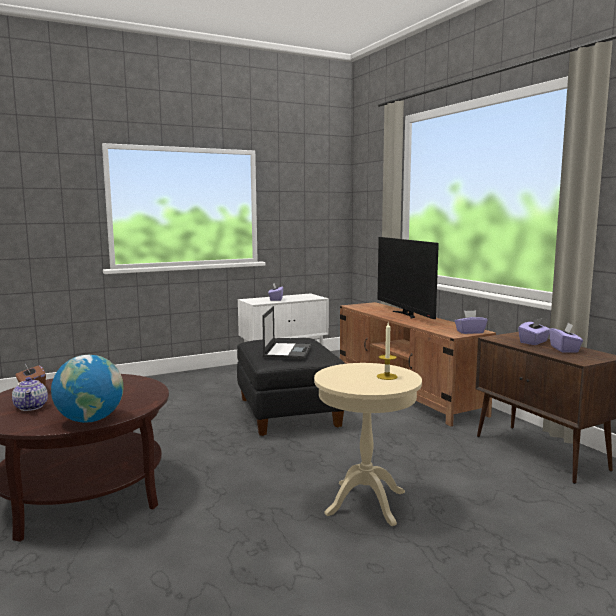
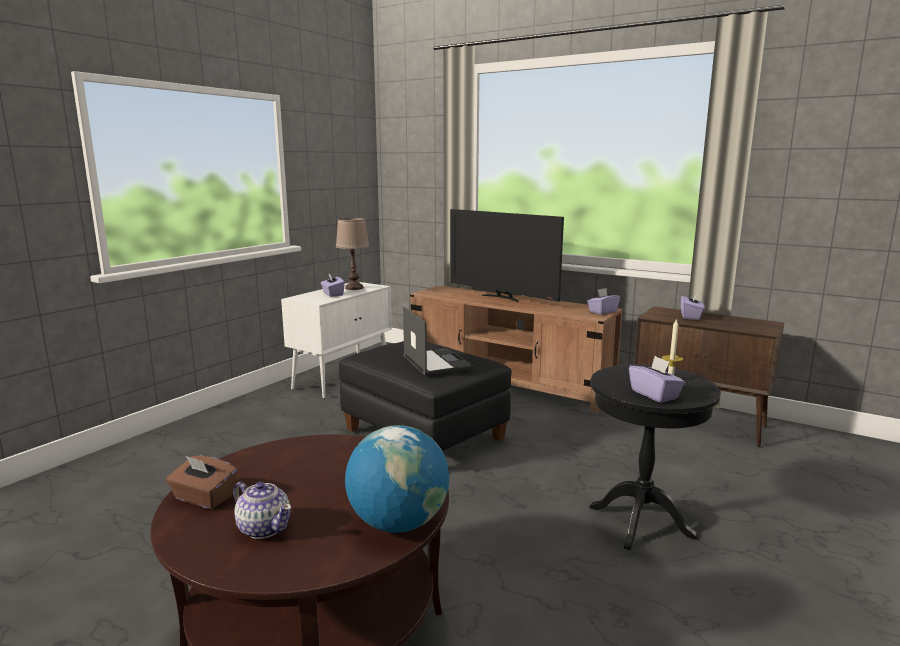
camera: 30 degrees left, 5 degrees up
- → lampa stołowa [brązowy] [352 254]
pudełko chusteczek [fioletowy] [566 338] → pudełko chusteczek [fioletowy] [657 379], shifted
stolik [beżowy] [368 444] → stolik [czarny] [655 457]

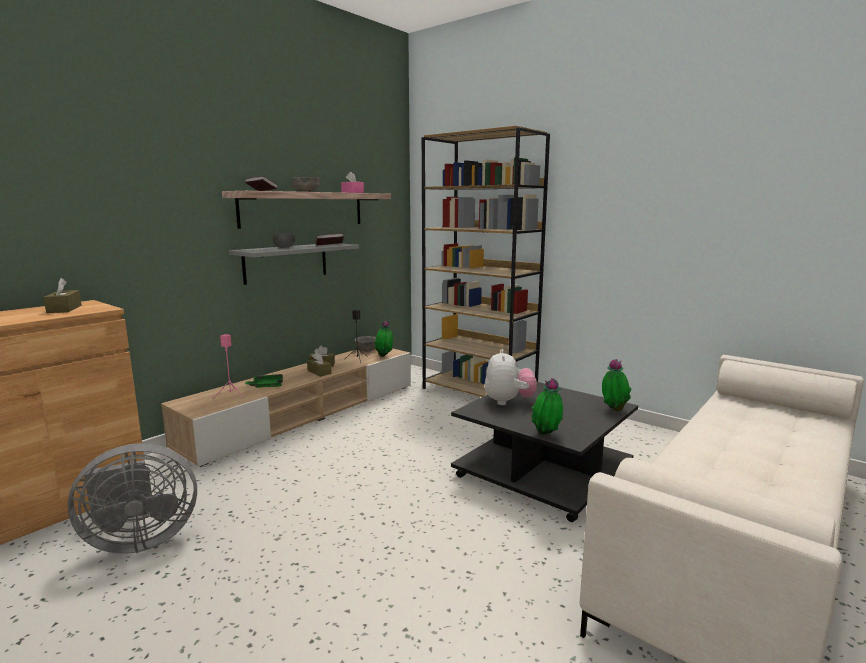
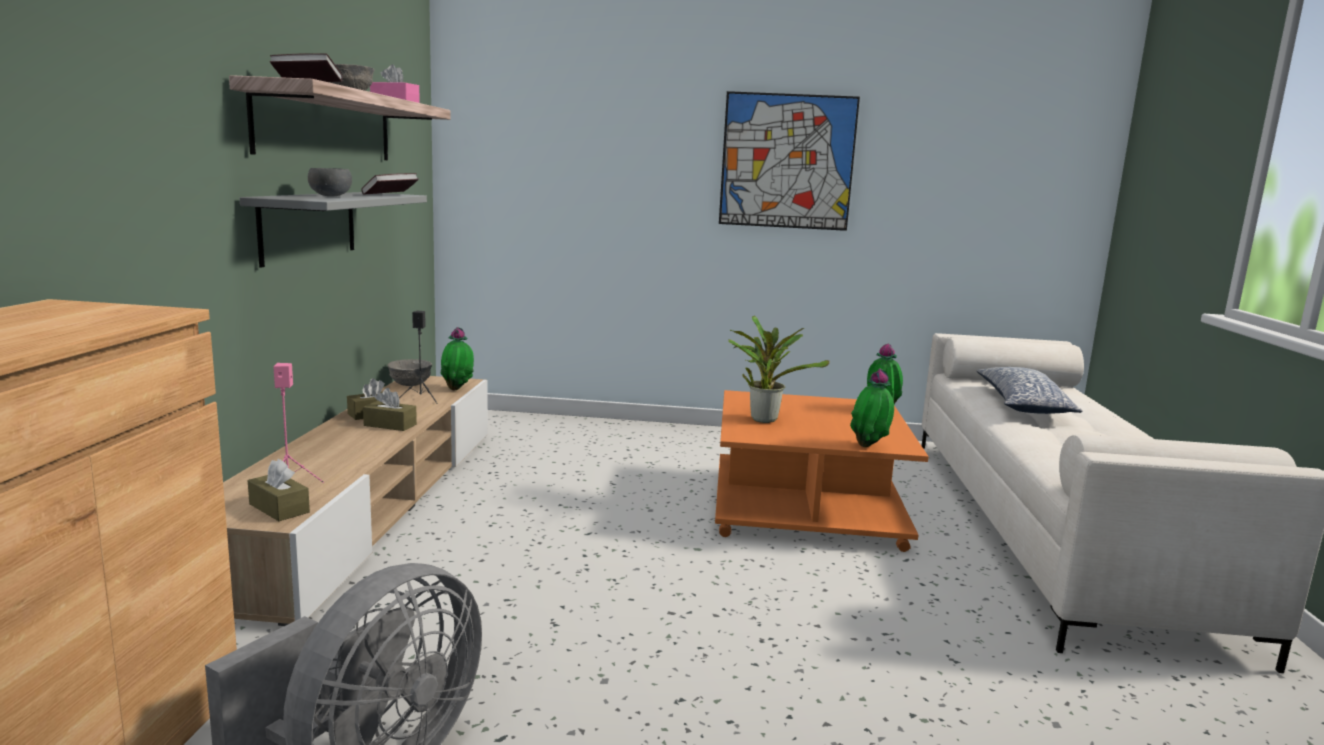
camera: 35 degrees left, 0 degrees up
taca [zielony] [264 381] → -
regał [brązowy] [486 261] → -
- → obraz [789 161]
- → poduszka [1029 390]
pudełko chusteczek [brązowy] [62 295] → pudełko chusteczek [brązowy] [279 490], shifted
pluszak [511 377] → roślina doniczkowa [779 369]
ława [czarny] [544 452] → ława [pomarańczowy] [822 471]

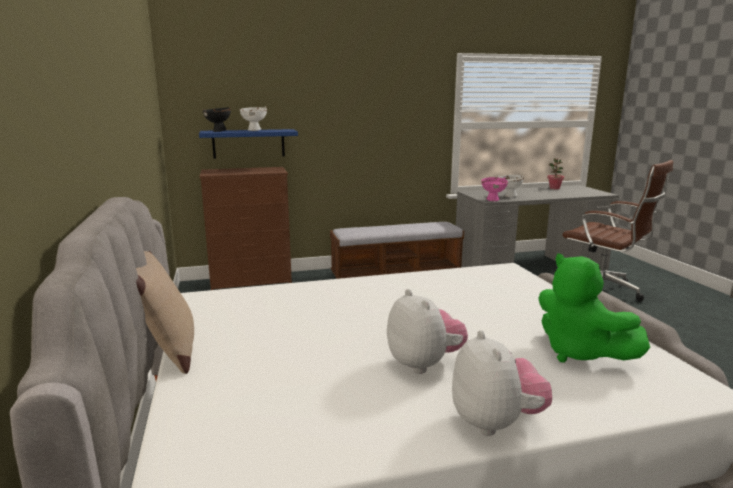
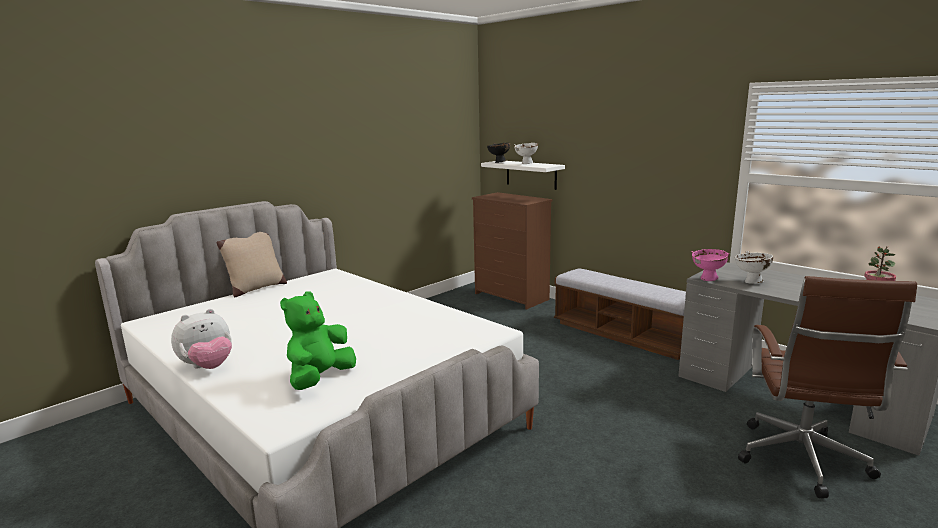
camera: 60 degrees right, 0 degrees up
pluszak [427 331] → -
półka [niebieski] [248 144] → półka [biały] [523 175]

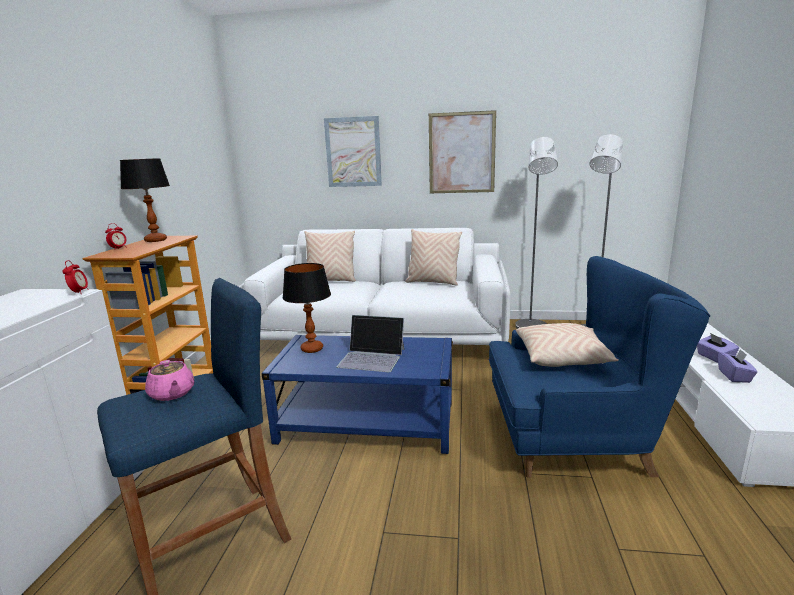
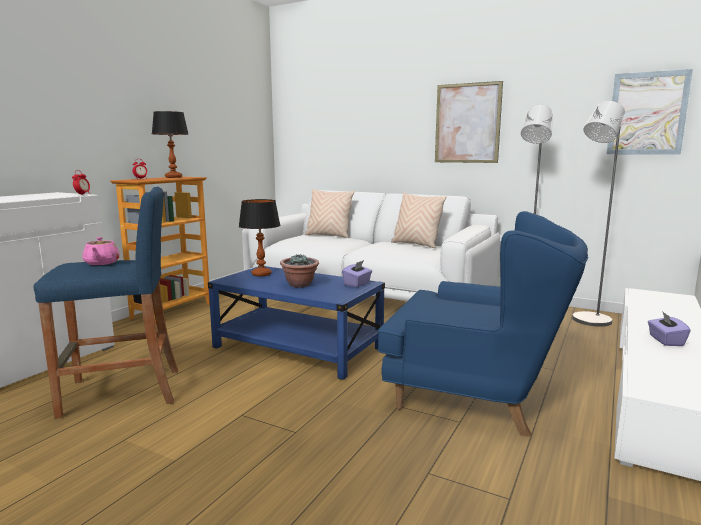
camera: 20 degrees right, 5 degrees down
poduszka [beżowy] [567 345] → -
obraz [353 151] → obraz [649 112], shifted
pudełko chusteczek [fioletowy] [738 366] → pudełko chusteczek [fioletowy] [357 273], shifted
laptop [370 343] → roślina doniczkowa [299 271]

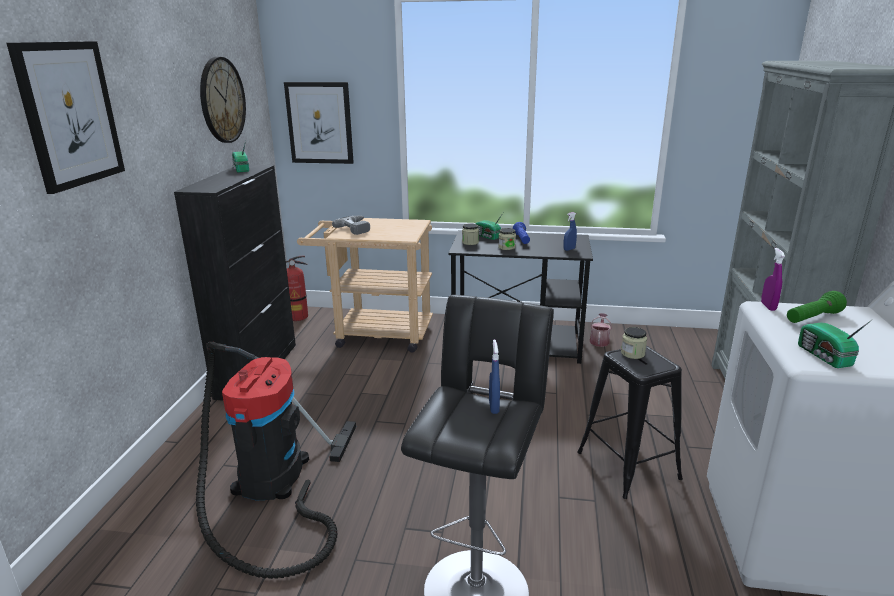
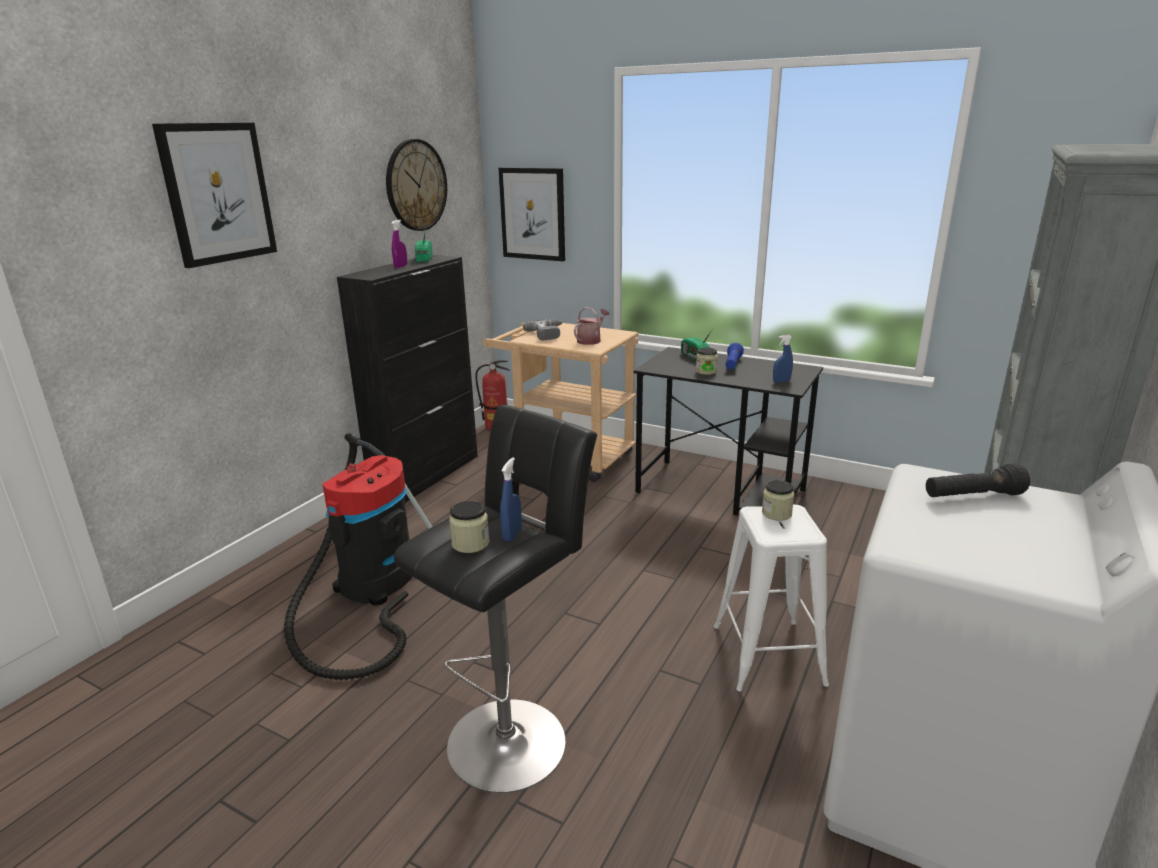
camera: 20 degrees right, 0 degrees up
radio [835 343] → -
słoik [470 234] → słoik [469 527], shifted
konewka [601 330] → konewka [591 326], shifted
spryskiwacz [fioletowy] [773 279] → spryskiwacz [fioletowy] [399 244], shifted
stołek [czarny] [630 422] → stołek [biały] [771 597]
latarka [zielony] [817 307] → latarka [czarny] [978 480]

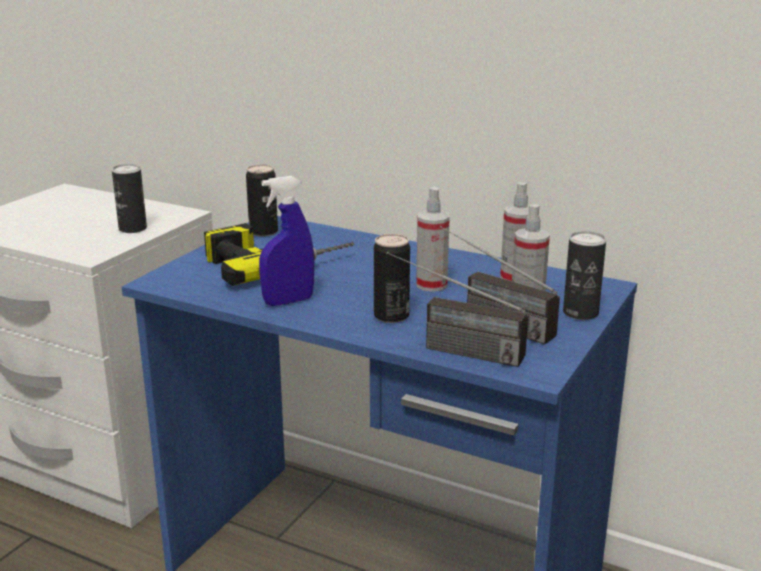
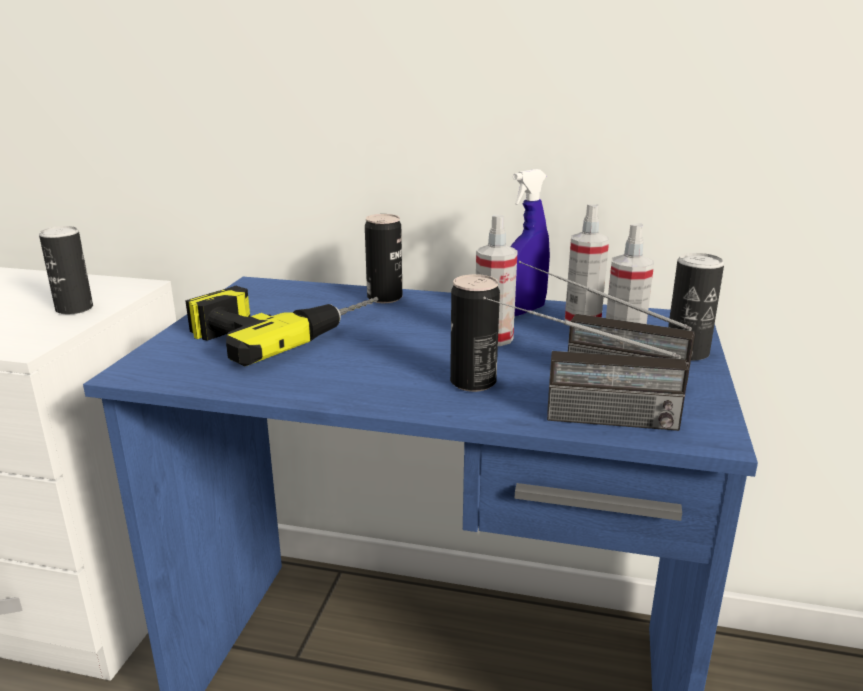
camera: 15 degrees left, 0 degrees up
puszka [262 201] → puszka [383 258], shifted
spryskiwacz [niebieski] [286 241] → spryskiwacz [niebieski] [530 242], shifted

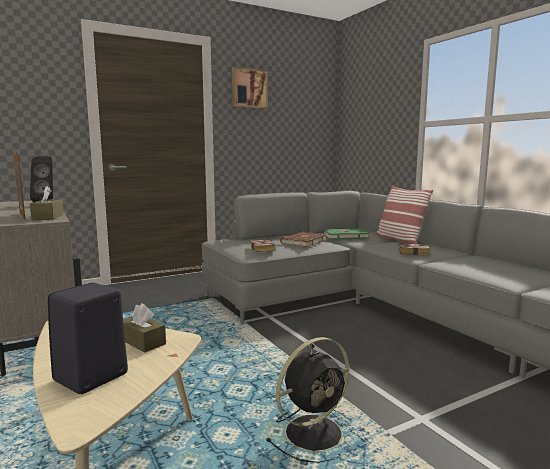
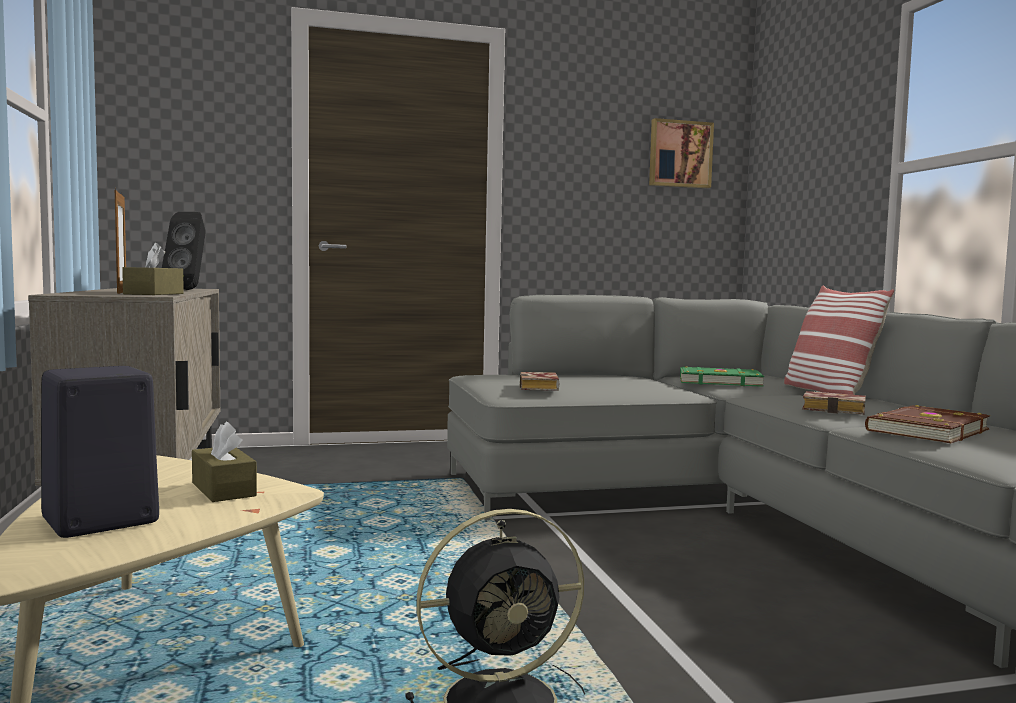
camera: 15 degrees right, 5 degrees down
obraz [250 88] → obraz [681 153], shifted
książka [brązowy] [303 239] → książka [brązowy] [928 424], shifted

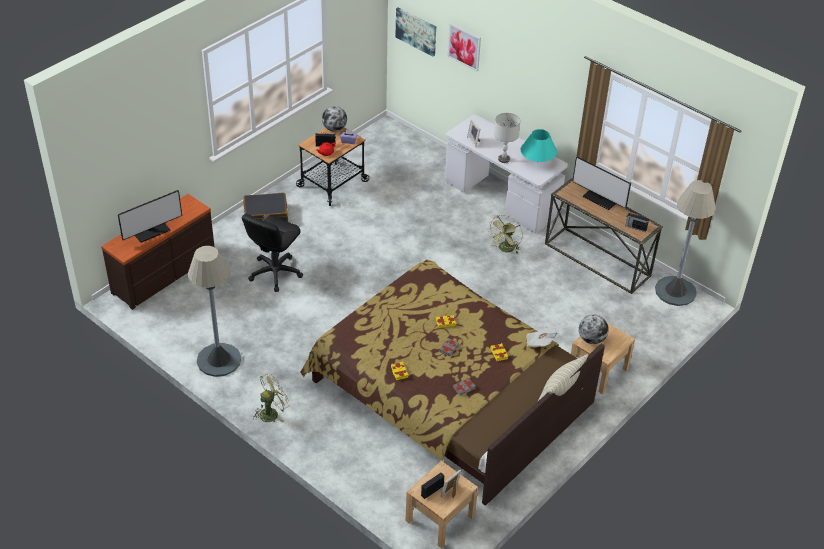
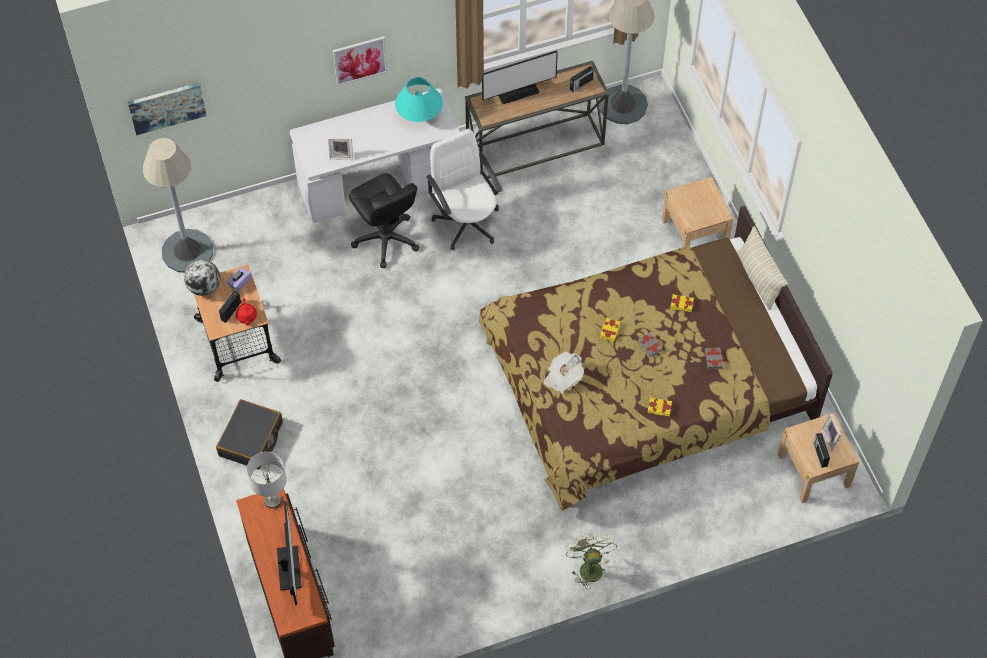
camera: 60 degrees left, 15 degrees up
globus [594 329] → -
lampa stojąca [szary] [214 311] → lampa stojąca [szary] [178 205], shifted
krzesło biurowe [czarny] [272 252] → krzesło biurowe [czarny] [384 220], shifted
obraz [464 47] → obraz [360 61], shifted
lampa stołowa [szary] [507 138] → lampa stołowa [szary] [267 480], shifted
gazeta [542 337] → gazeta [564 373], shifted
wentylator [zielony] [505 234] → krzesło biurowe [biały] [464 189]

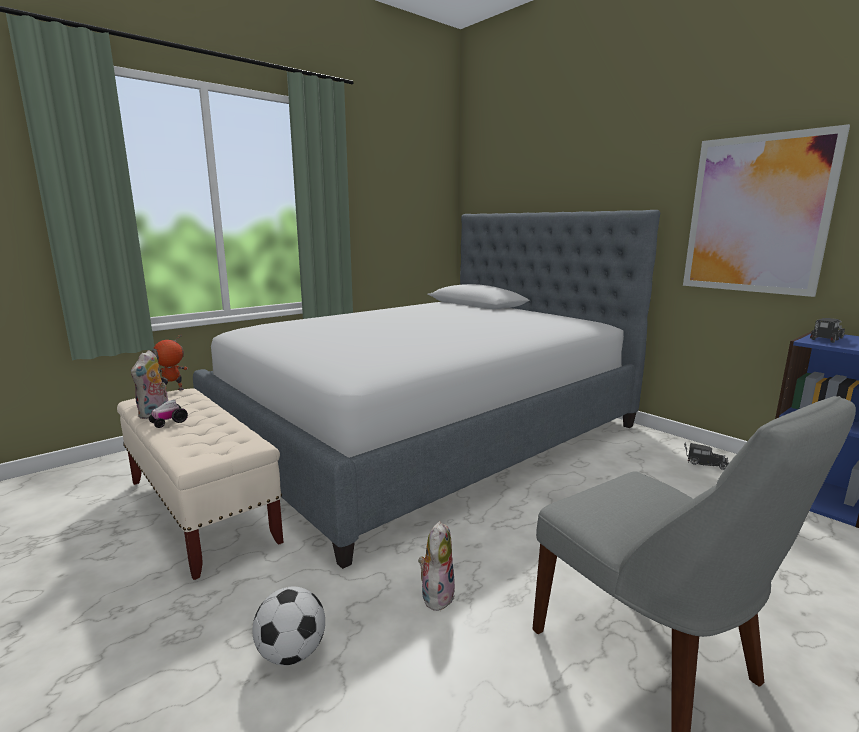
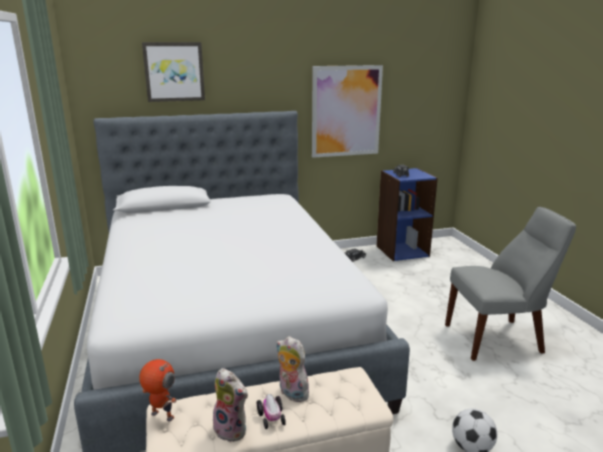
camera: 65 degrees left, 5 degrees up
- → obraz [173 72]
pluszak [436 567] → pluszak [292 369], shifted
robot zabawkowy [170 363] → robot zabawkowy [158 390], 135 degrees clockwise

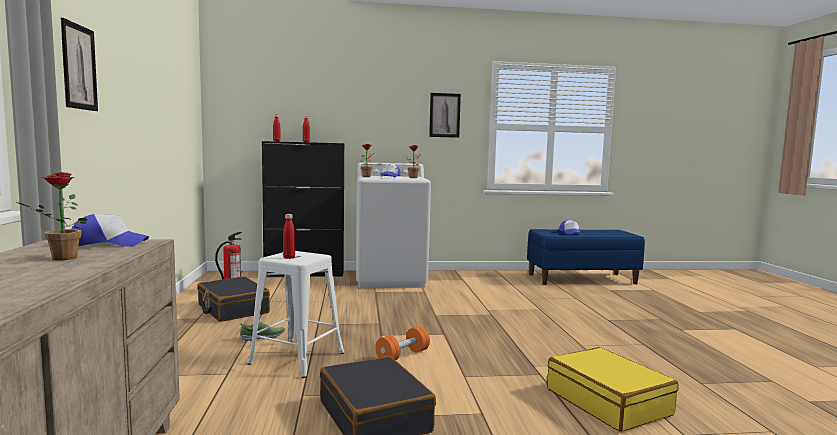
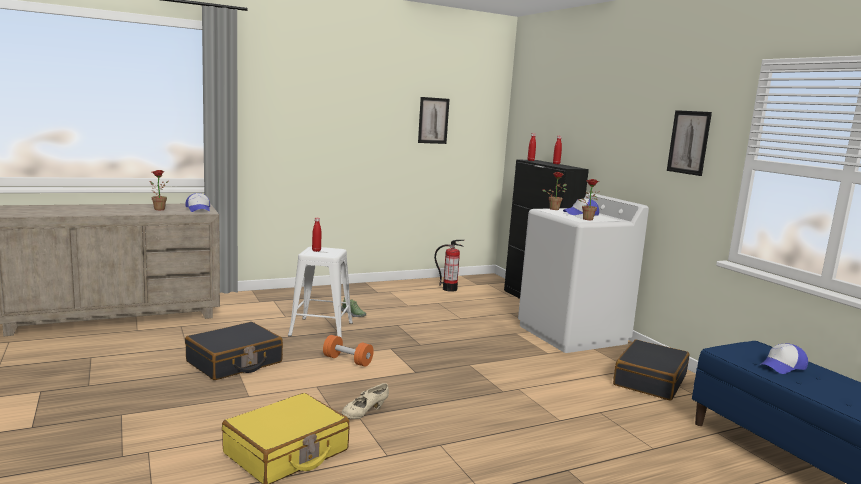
camera: 70 degrees right, 5 degrees up
- → but [beżowy] [365 401]
obraz [79 64] → obraz [434 120], shifted
walizka [czarny] [233 299] → walizka [czarny] [651 370], shifted

